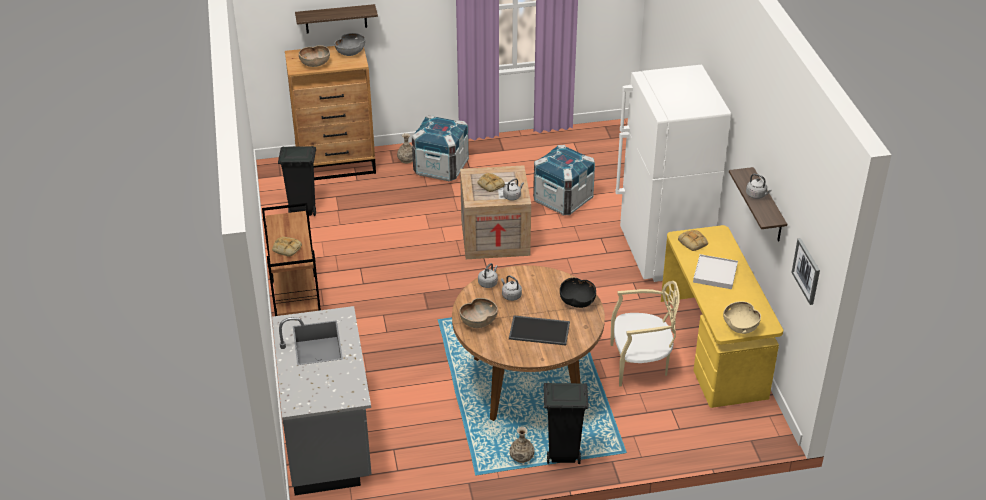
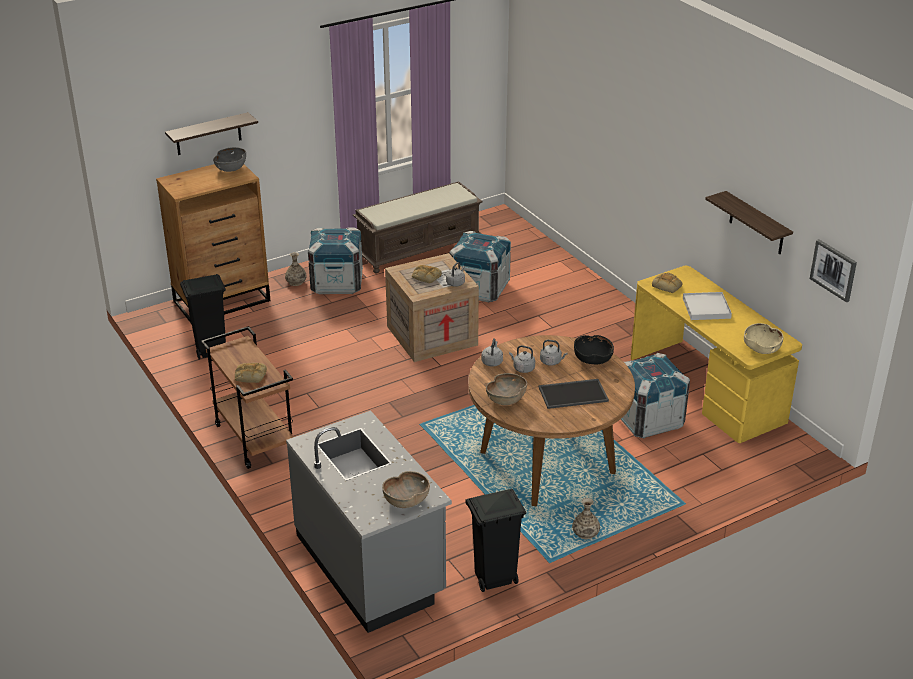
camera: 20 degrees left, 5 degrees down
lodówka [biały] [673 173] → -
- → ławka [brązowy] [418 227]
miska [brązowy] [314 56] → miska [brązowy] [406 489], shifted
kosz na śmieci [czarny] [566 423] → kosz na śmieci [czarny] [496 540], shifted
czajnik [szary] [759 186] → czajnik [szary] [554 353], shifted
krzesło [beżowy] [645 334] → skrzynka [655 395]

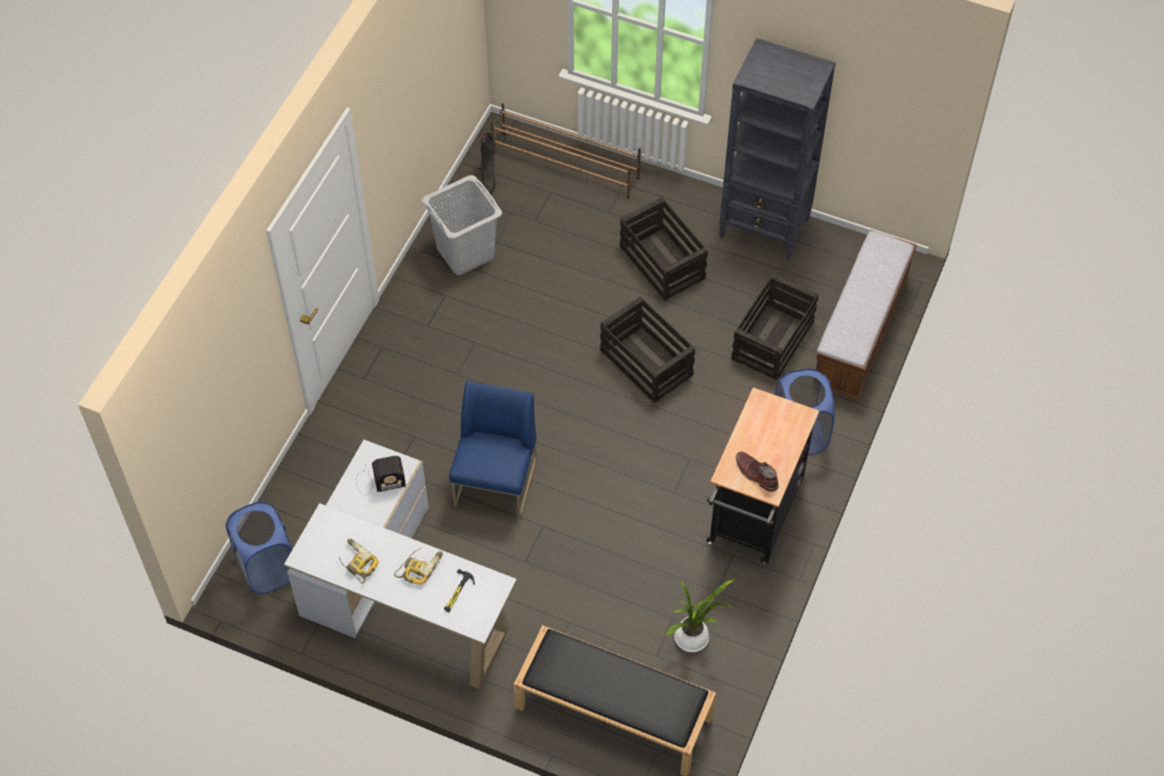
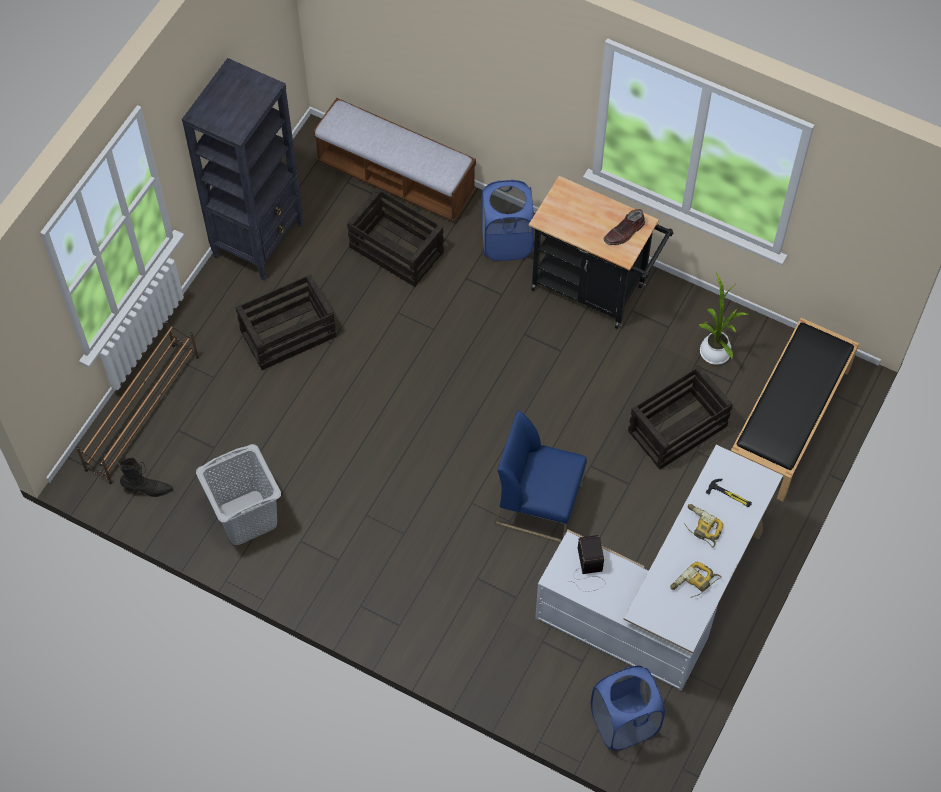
camera: 85 degrees left, 5 degrees up
skrzynka [648 349] → skrzynka [680 417], shifted

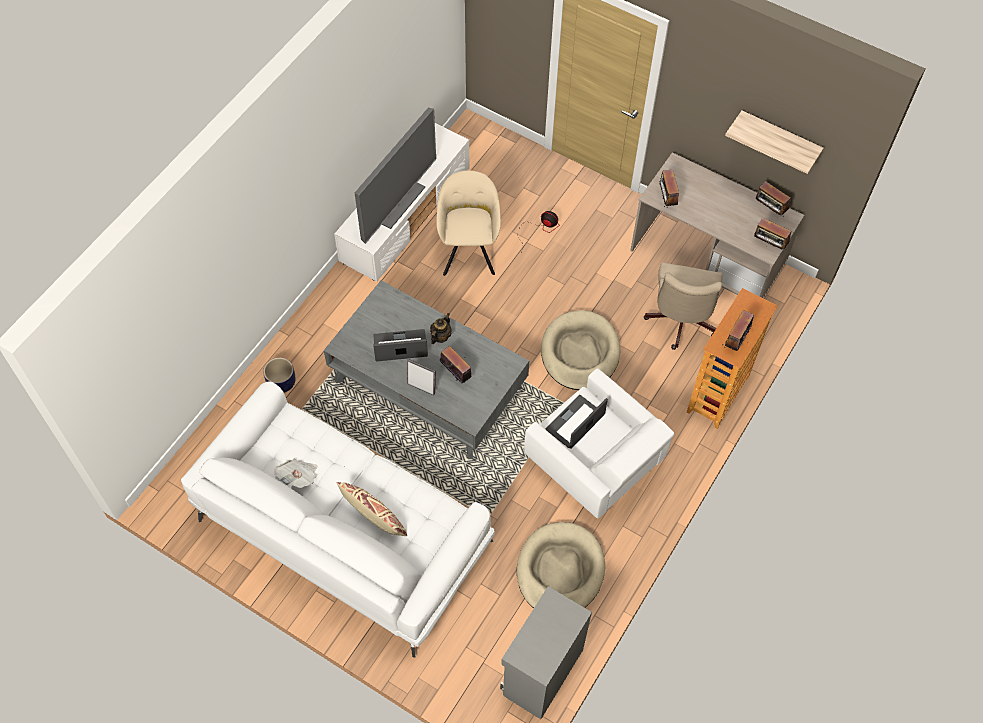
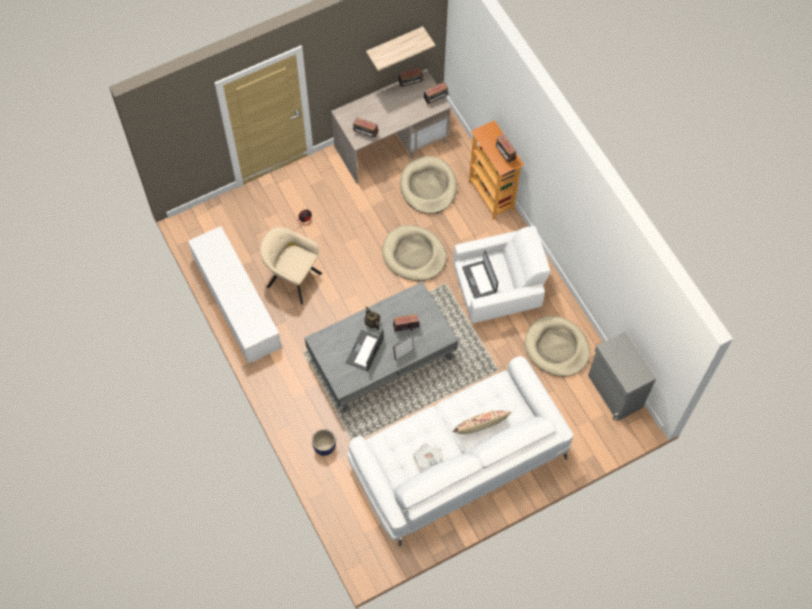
camera: 60 degrees left, 5 degrees up
telewizor [395 176] → -
krzesło biurowe [beżowy] [683 306] → legowisko [beżowy] [428 185]

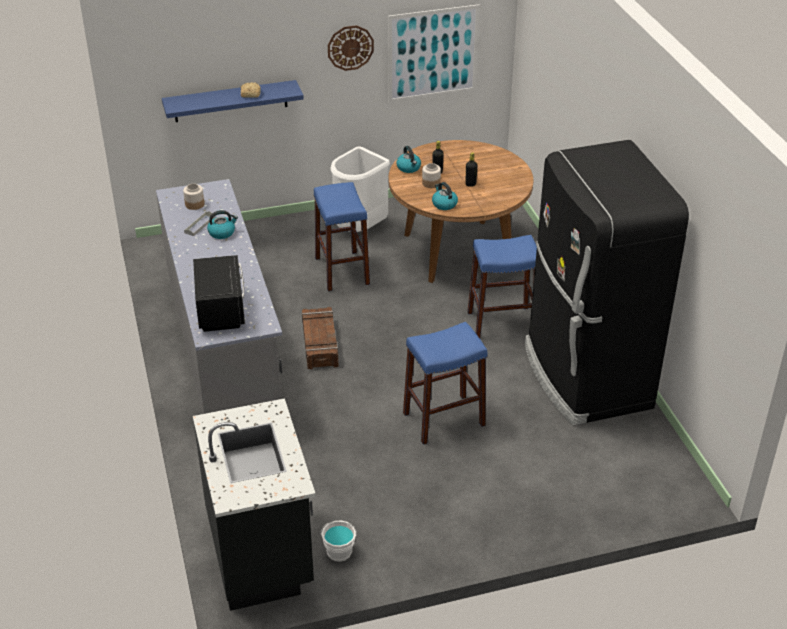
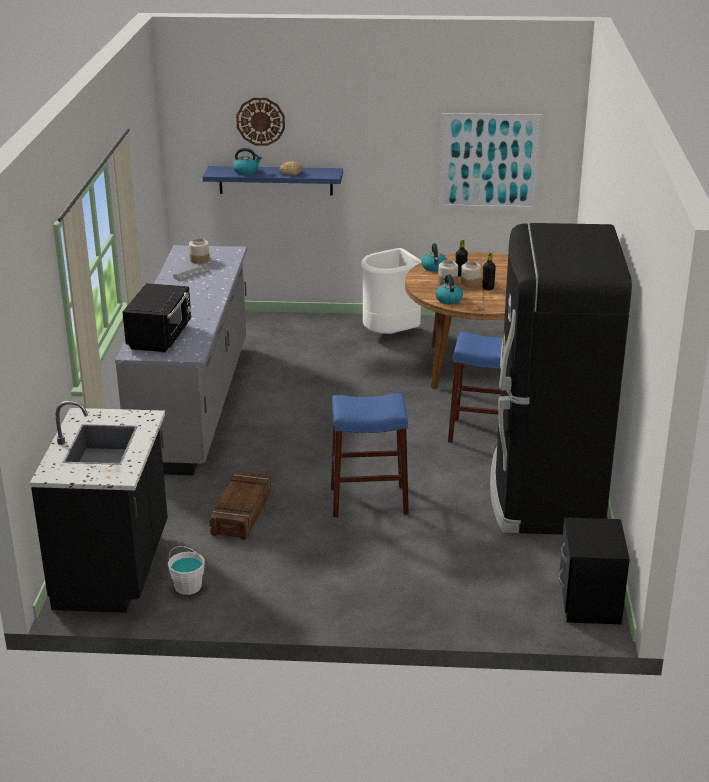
camera: 20 degrees right, 10 degrees down
stołek [niebieski] [341 236] → -
- → słoik [471 274]
- → szafka nocna [czarny] [594 570]
czajnik [222 224] → czajnik [247 161], shifted
skrzynka [320 338] → skrzynka [241 505], shifted
zegar ścienny [351 48] → zegar ścienny [260 122], shifted

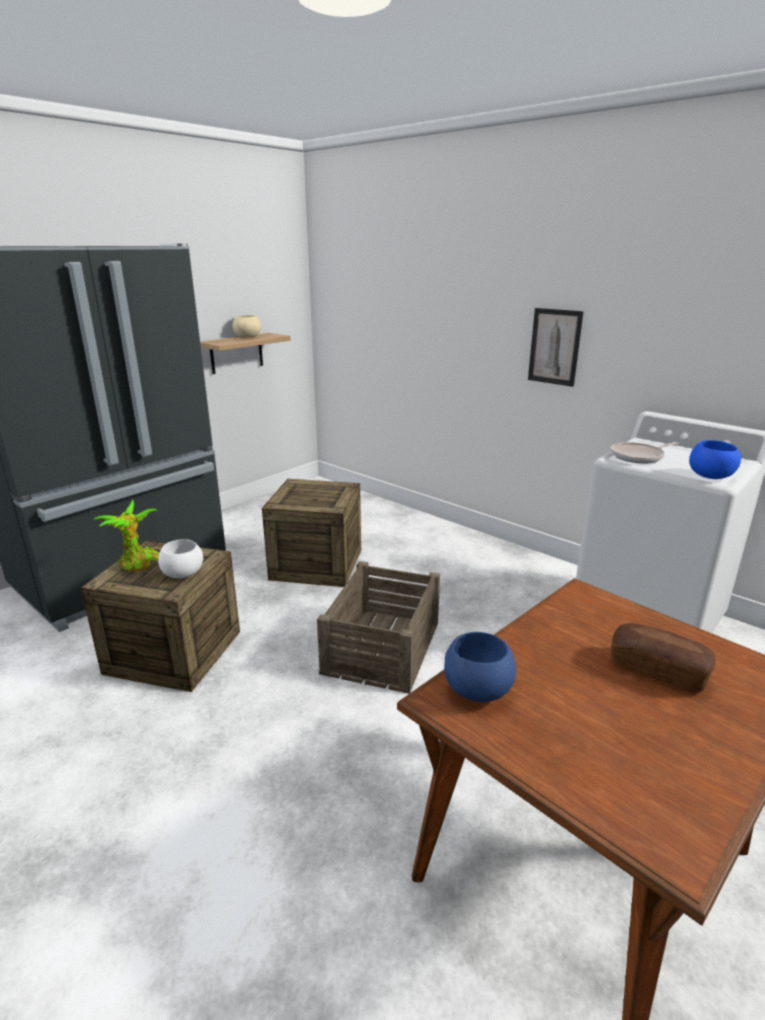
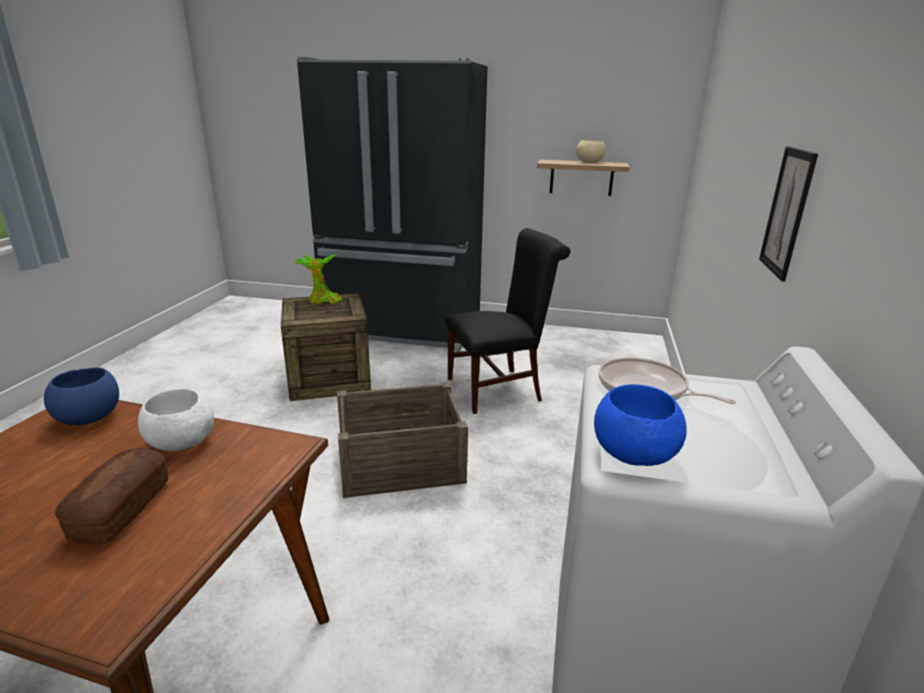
camera: 60 degrees right, 0 degrees up
miska [biały] [180 558] → miska [biały] [176 419], shifted
skrzynka [311 533] → krzesło [czarny] [508 321]

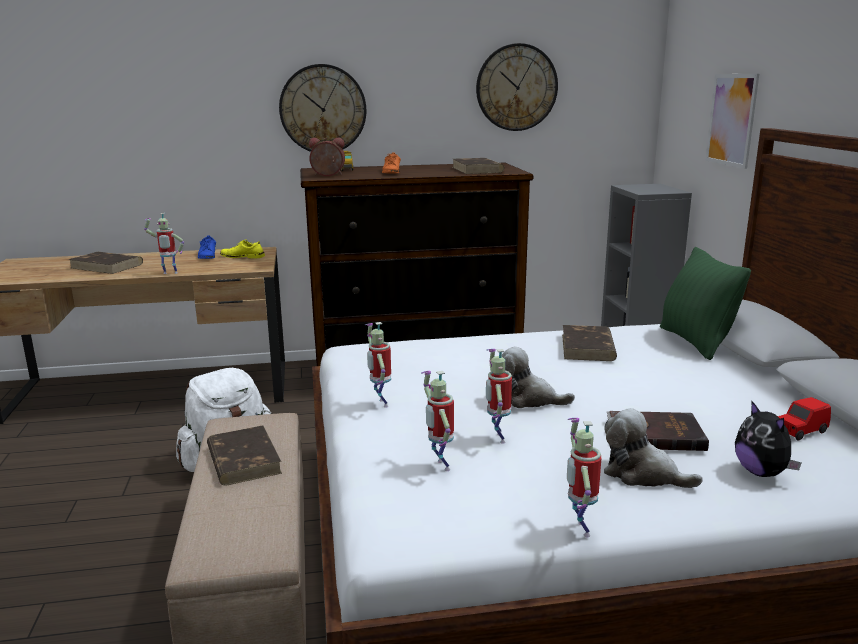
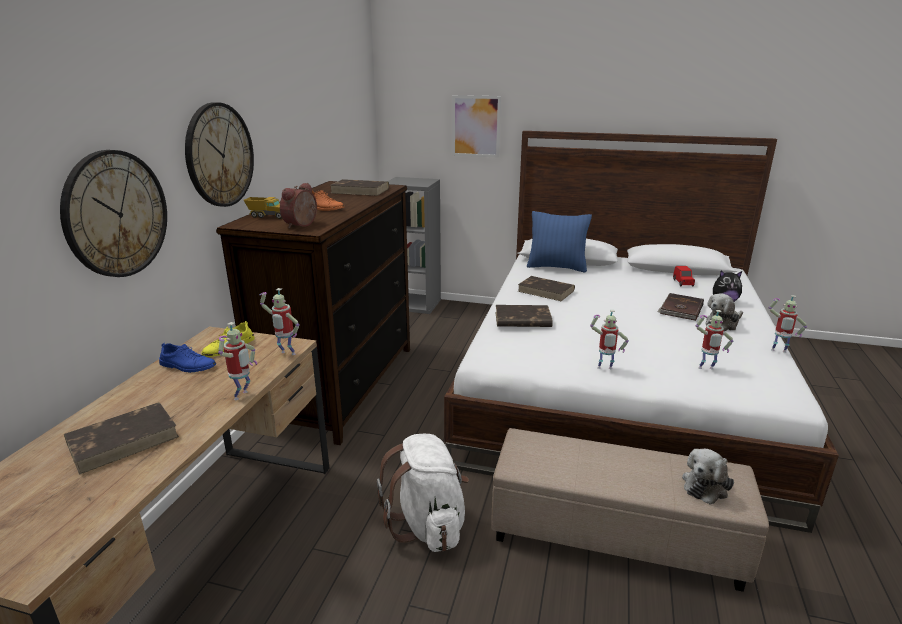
camera: 65 degrees left, 5 degrees up
książka [brązowy] [244 455] → książka [brązowy] [524 316], shifted
zegar ścienny [517 87] → zegar ścienny [113 213], shifted
robot zabawkowy [499 396] → robot zabawkowy [279 321], shifted
pluszak [538 377] → pluszak [708 477], shifted
poduszka [zielony] [705 303] → poduszka [niebieski] [559 241]

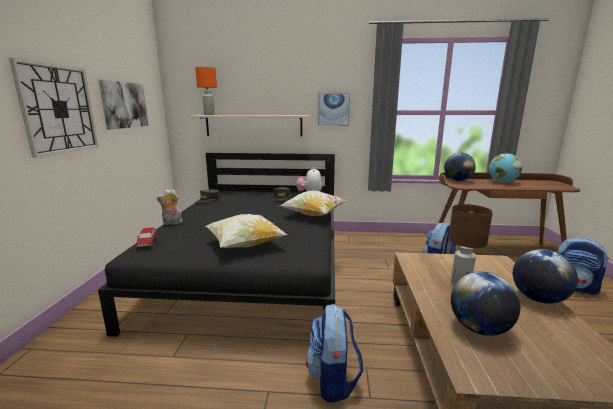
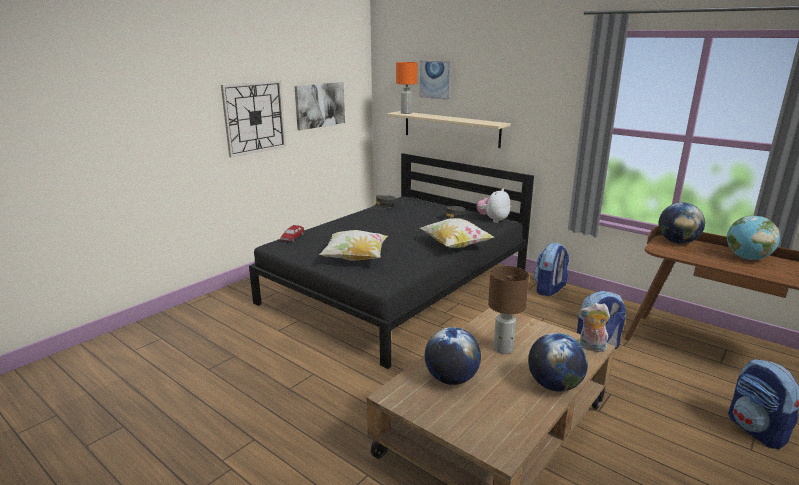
camera: 35 degrees right, 5 degrees up
pluszak [169 207] → pluszak [594 327], shifted
plecak [335 353] → plecak [551 269], shifted
obraz [334 109] → obraz [435 80], shifted

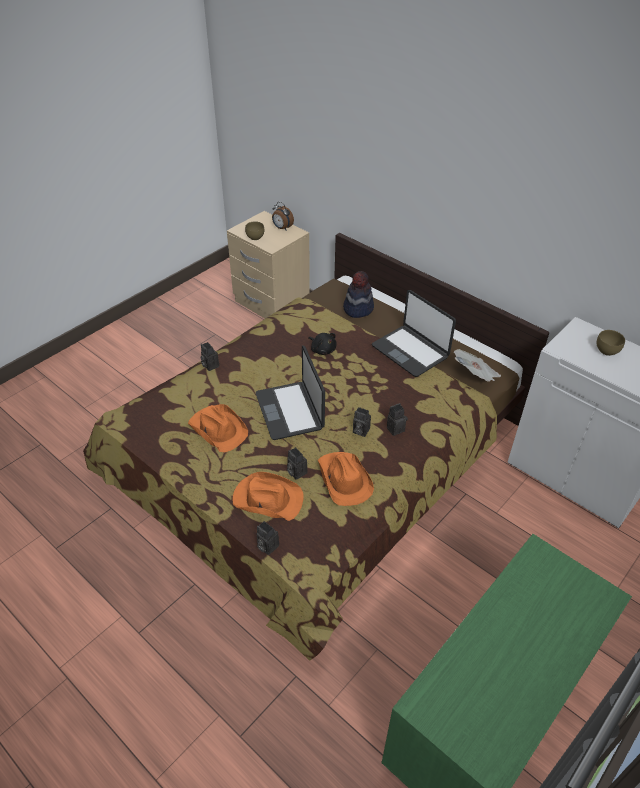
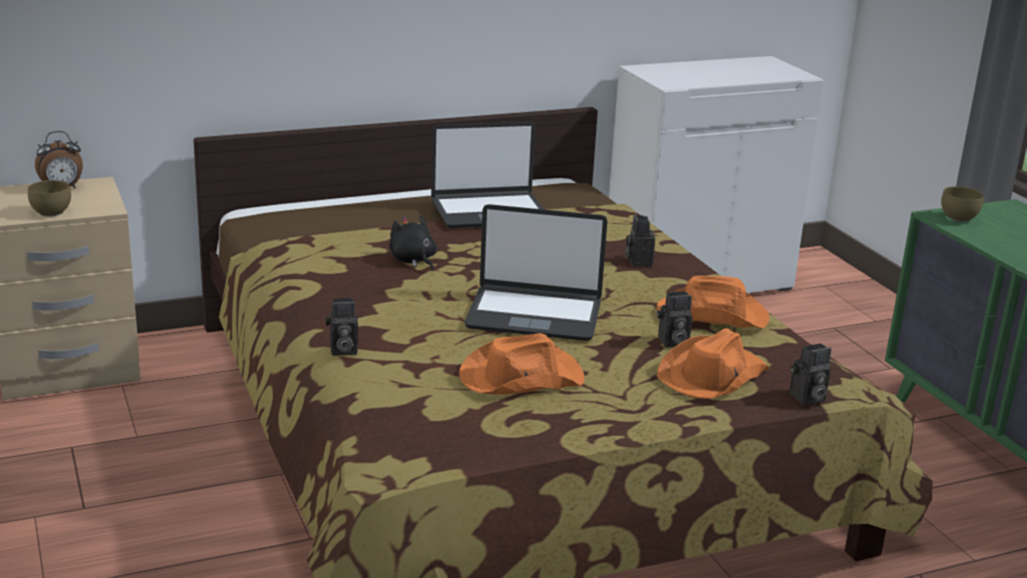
camera: 65 degrees left, 20 degrees down
kapelusz [358 294] → -
aparat fotograficzny [362 422] → -
gazeta [477 365] → -
miska [brązowy] [611 343] → miska [brązowy] [962 204], shifted
pluszak [czarny] [322 344] → pluszak [czarny] [413 243], 105 degrees counterclockwise

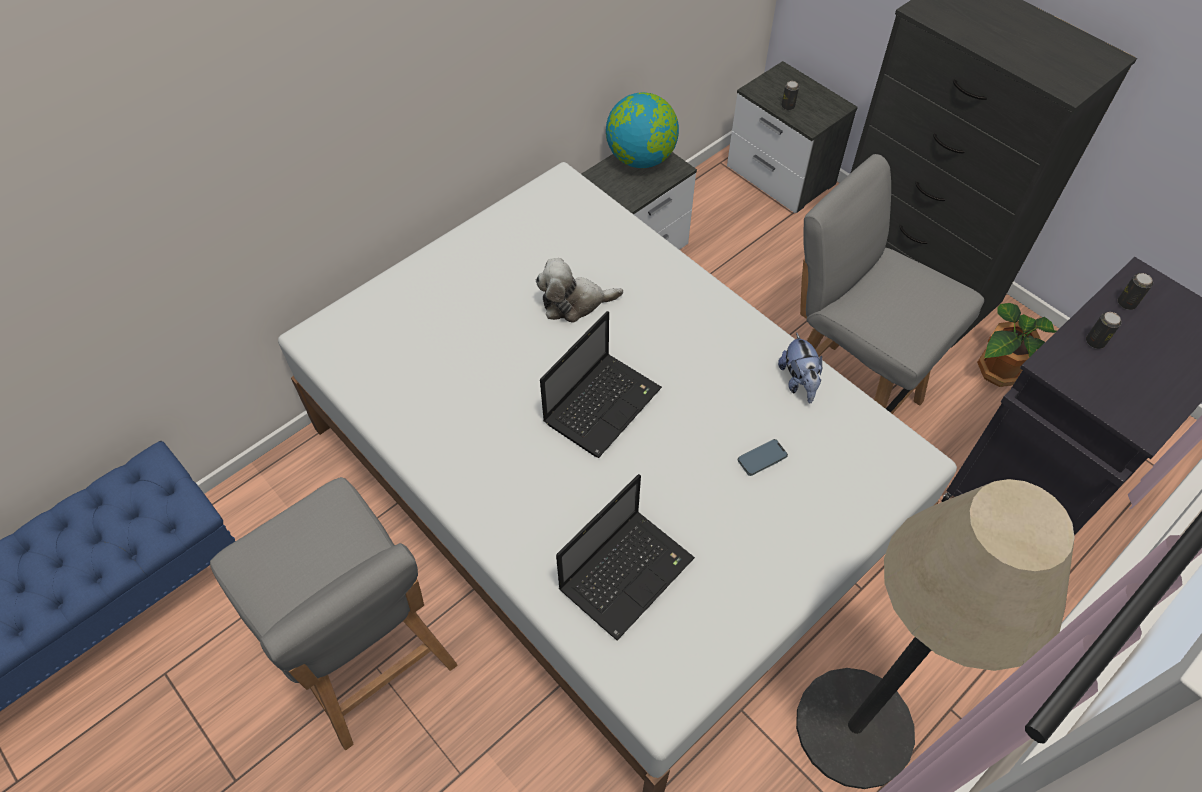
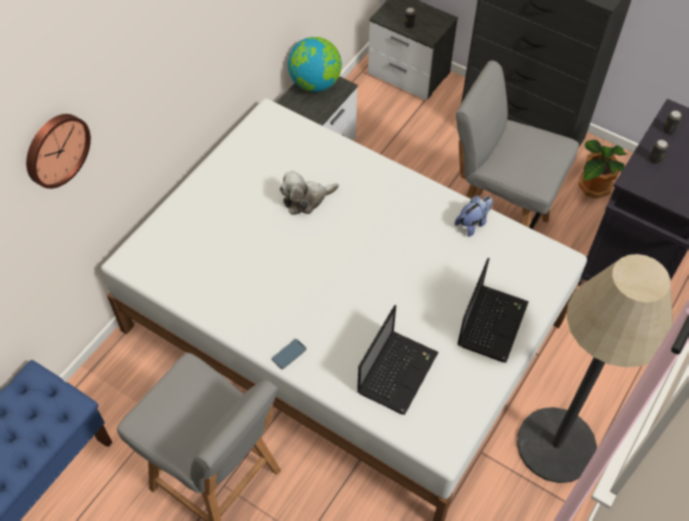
camera: 15 degrees left, 0 degrees up
- → zegar ścienny [58 151]
laptop [601 384] → laptop [493 310], shifted
telefon [763 457] → telefon [289 354], shifted
pluszak [800 367] → pluszak [474 216], 105 degrees counterclockwise

